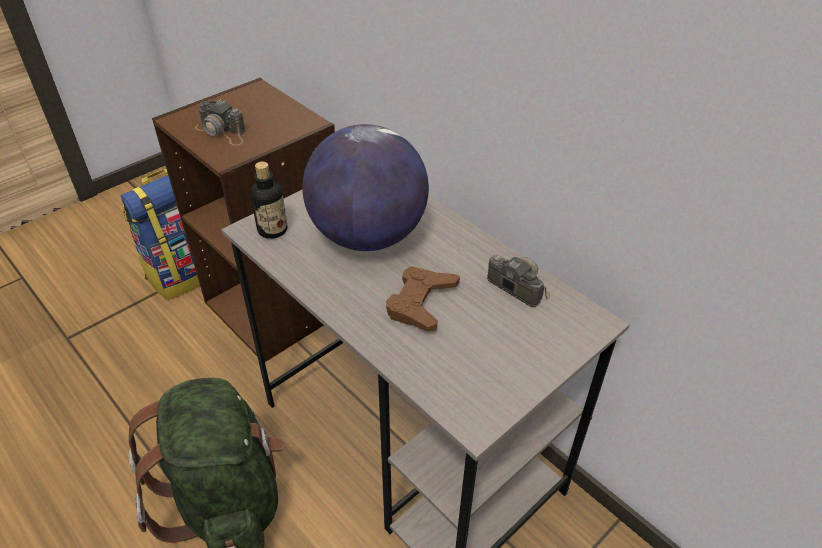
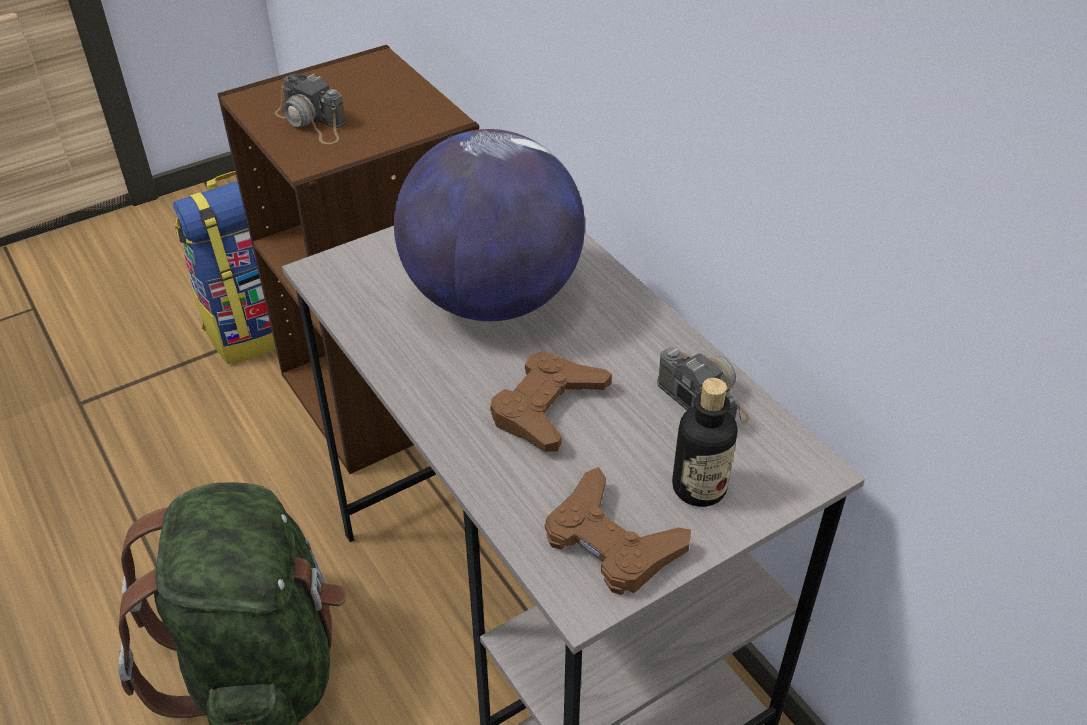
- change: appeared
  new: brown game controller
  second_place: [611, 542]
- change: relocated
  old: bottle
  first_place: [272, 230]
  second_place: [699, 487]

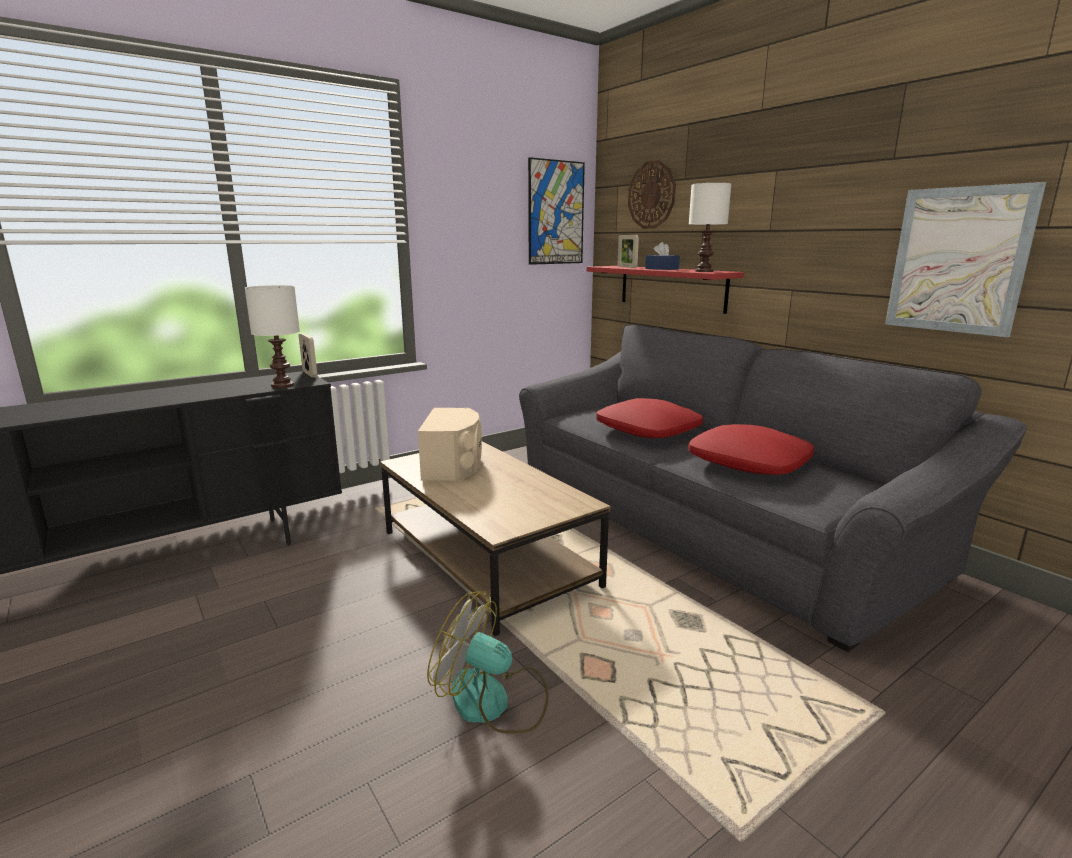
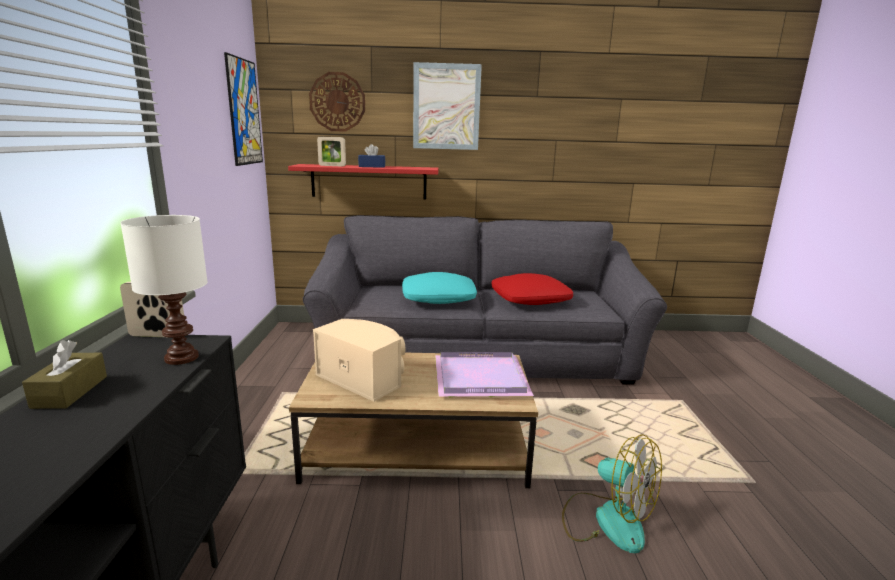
- change: appeared
  new: brown tissue box
  second_place: [70, 391]
- change: colour
  old: red pillow
  new: turquoise pillow
  first_place: [648, 430]
  second_place: [438, 297]
- change: relocated
  old: picture
  first_place: [958, 260]
  second_place: [446, 107]
- change: appeared
  new: purple tray
  second_place: [481, 377]
- change: spun
  old: fan
  first_place: [493, 702]
  second_place: [607, 520]
  degrees: -105
- change: missing
  old: white table lamp
  first_place: [703, 271]

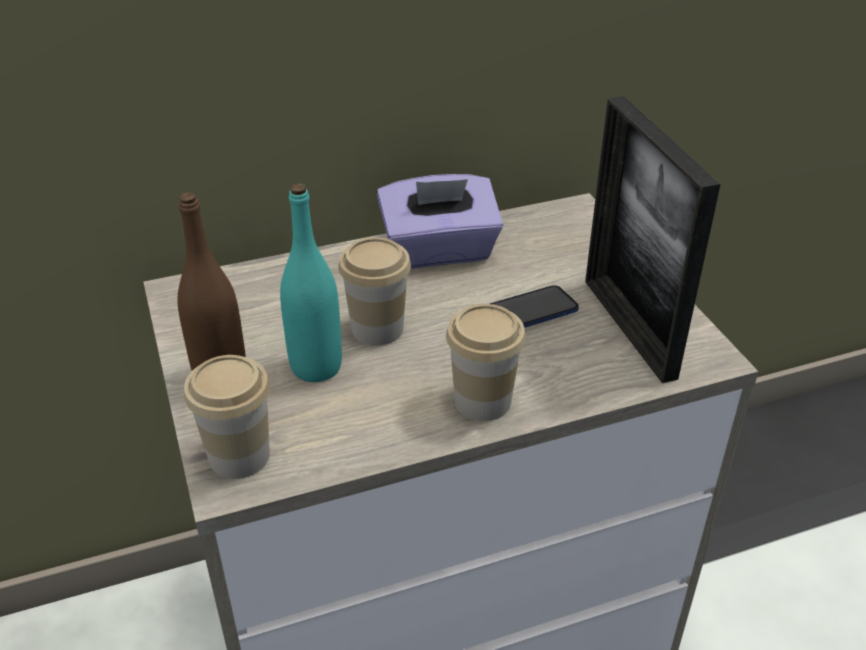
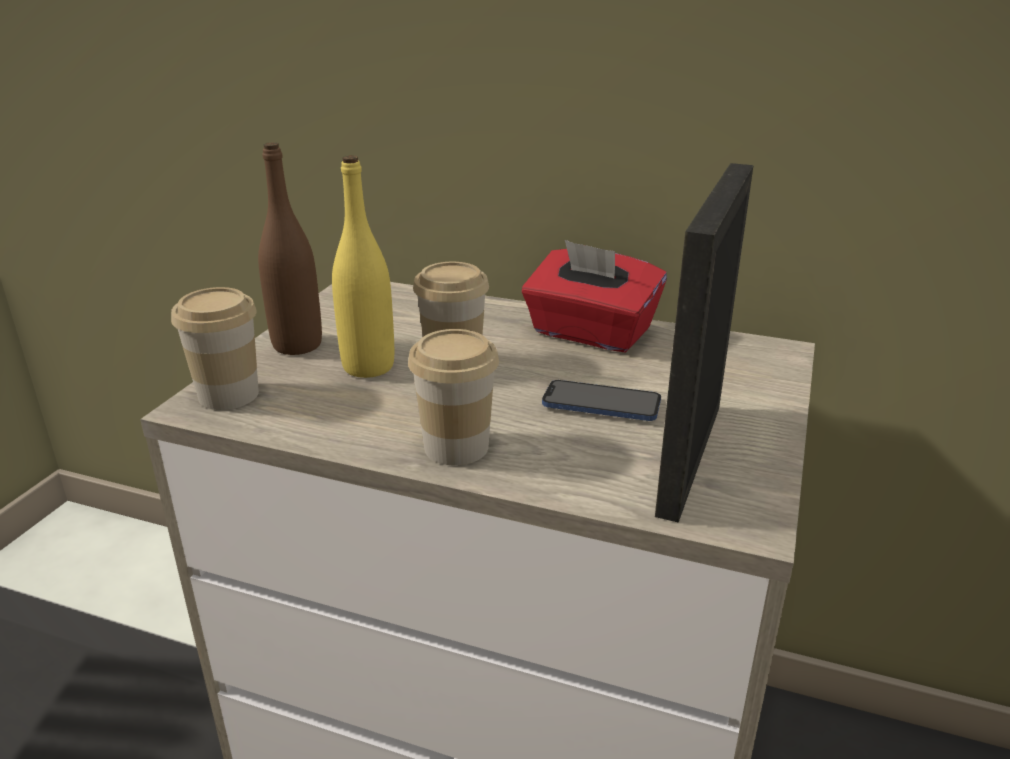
- change: colour
  old: turquoise bottle
  new: yellow bottle
  first_place: [316, 367]
  second_place: [368, 366]
- change: colour
  old: purple tissue box
  new: red tissue box
  first_place: [439, 251]
  second_place: [590, 333]

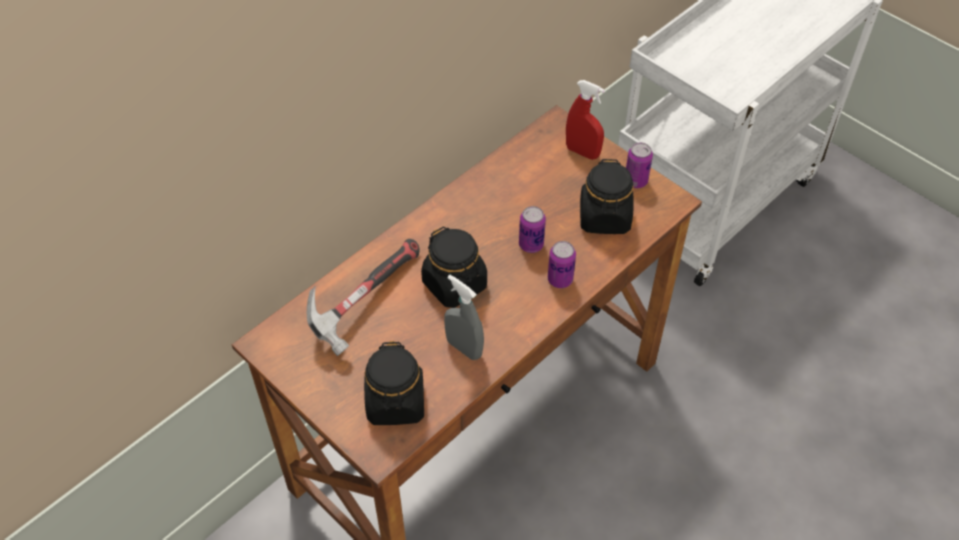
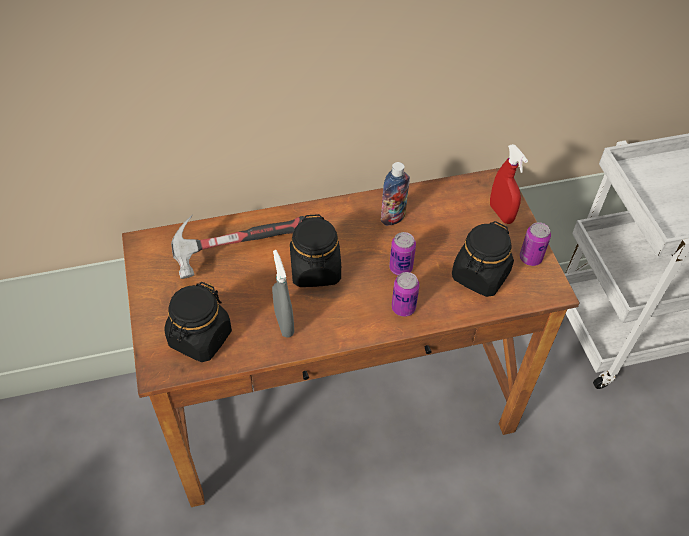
- change: appeared
  new: bottle
  second_place: [393, 217]

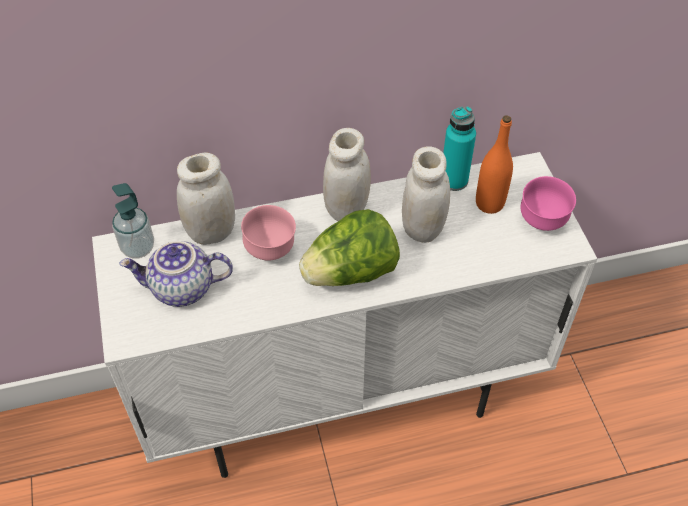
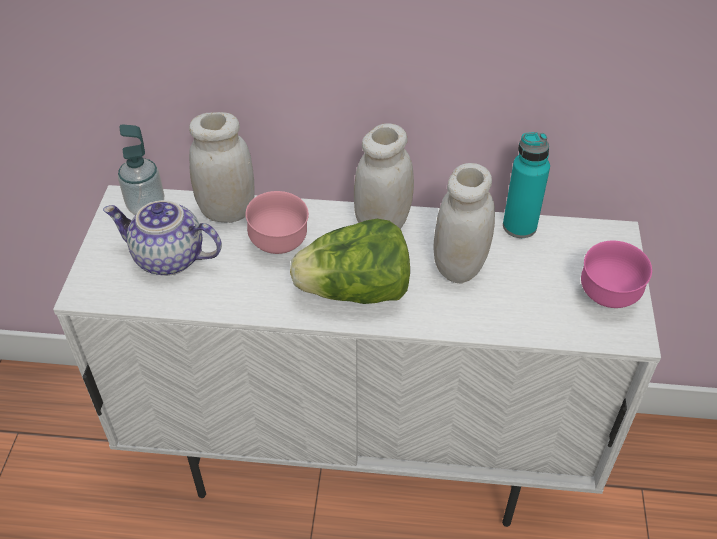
- change: missing
  old: orange bottle
  first_place: [489, 203]

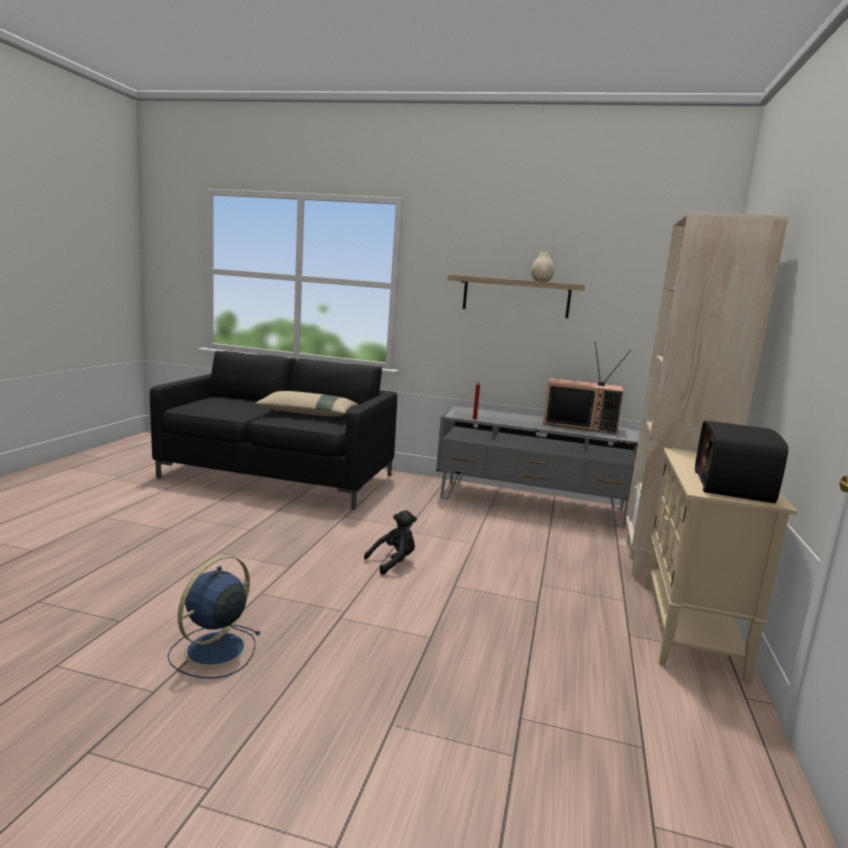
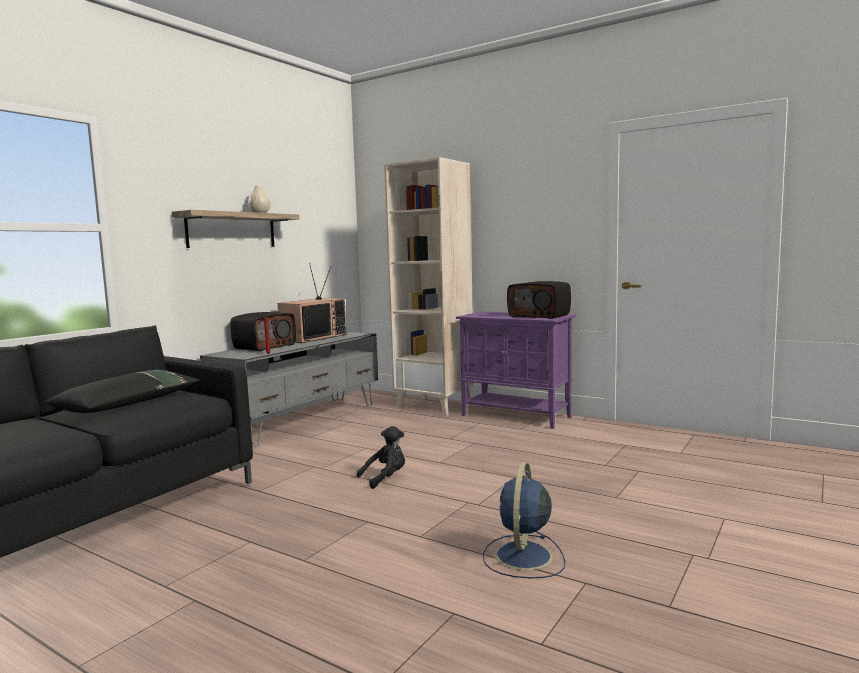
- change: colour
  old: beige pillow
  new: black pillow
  first_place: [307, 414]
  second_place: [129, 404]
- change: appeared
  new: radio
  second_place: [264, 346]
- change: spun
  old: black plush toy
  first_place: [393, 562]
  second_place: [385, 478]
  degrees: 75
- change: colour
  old: beige cabinet
  new: purple cabinet
  first_place: [690, 629]
  second_place: [517, 416]
- change: spun
  old: blue fan
  first_place: [213, 651]
  second_place: [523, 557]
  degrees: 60

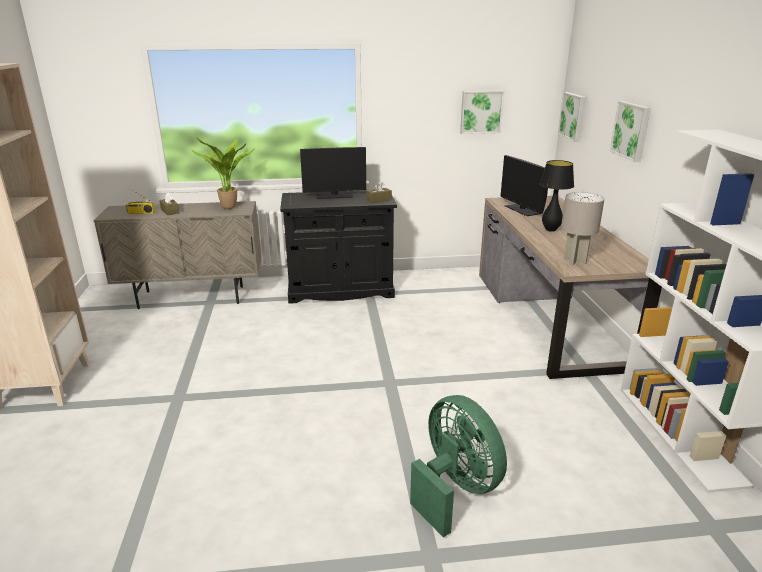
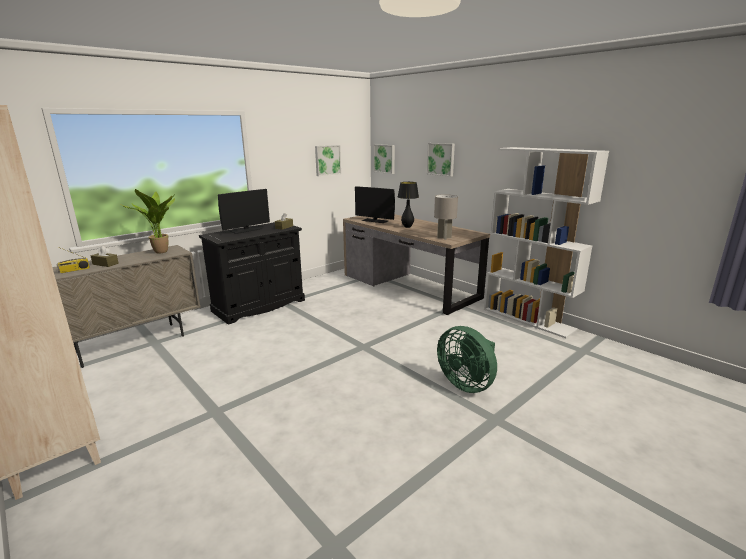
- change: spun
  old: green fan
  first_place: [455, 489]
  second_place: [467, 383]
  degrees: -150

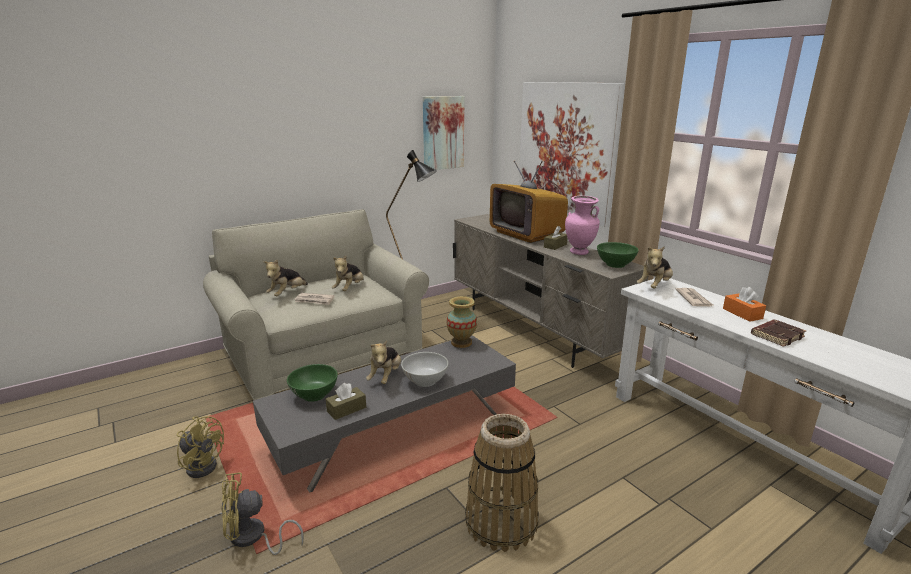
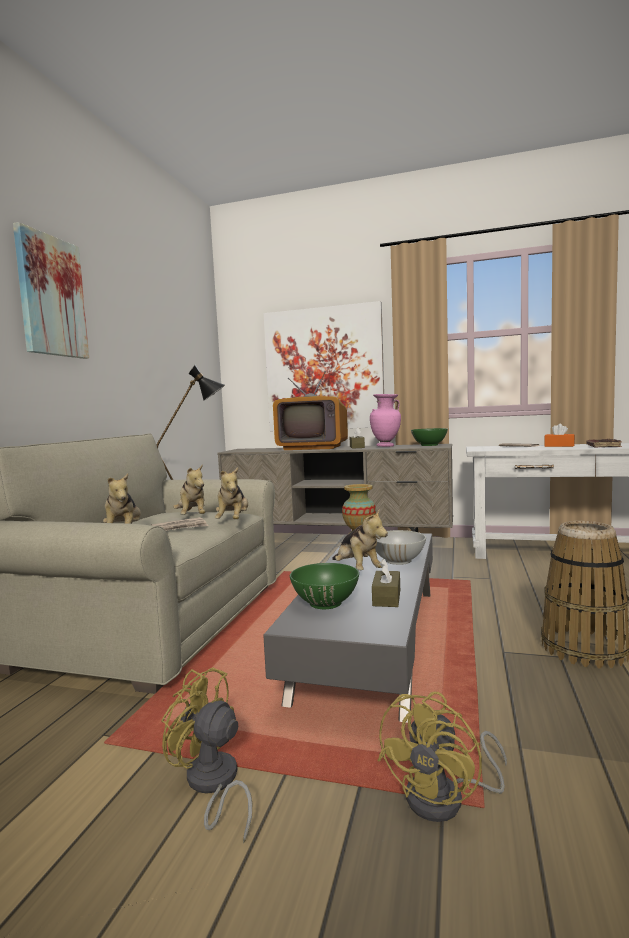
- change: relocated
  old: picture
  first_place: [443, 133]
  second_place: [51, 296]
- change: spun
  old: yellow fan
  first_place: [203, 464]
  second_place: [212, 785]
  degrees: -135
- change: relocated
  old: plush toy
  first_place: [654, 286]
  second_place: [233, 521]

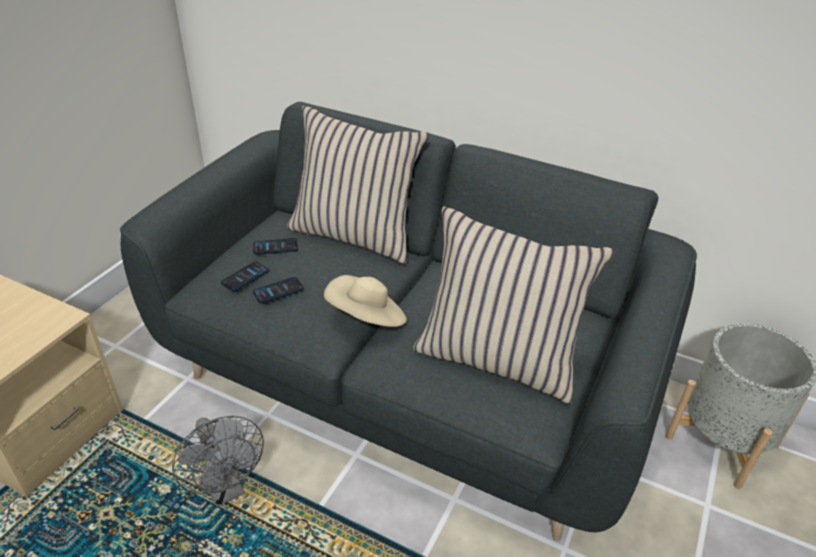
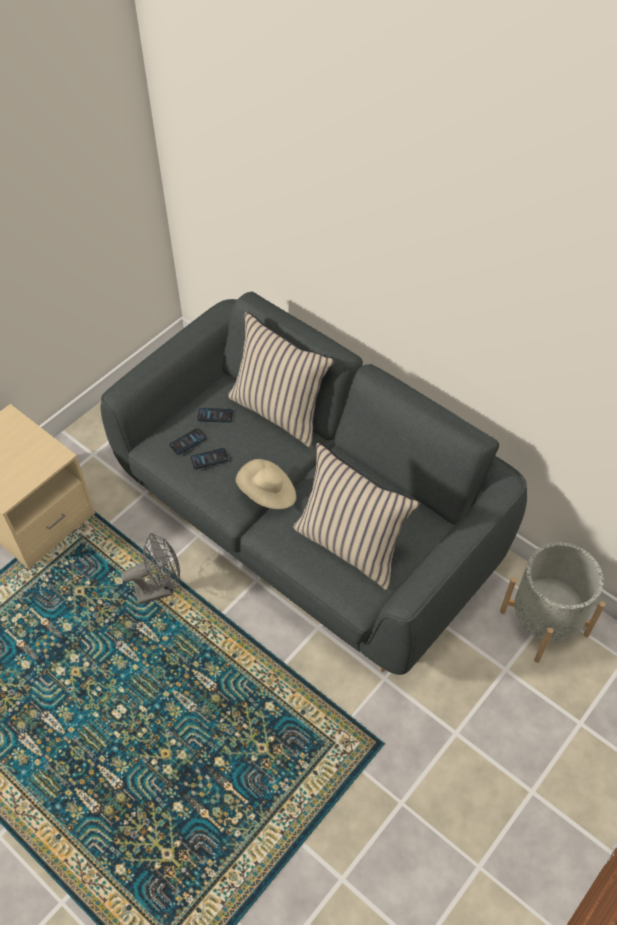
- change: spun
  old: grey fan
  first_place: [226, 489]
  second_place: [160, 589]
  degrees: -90

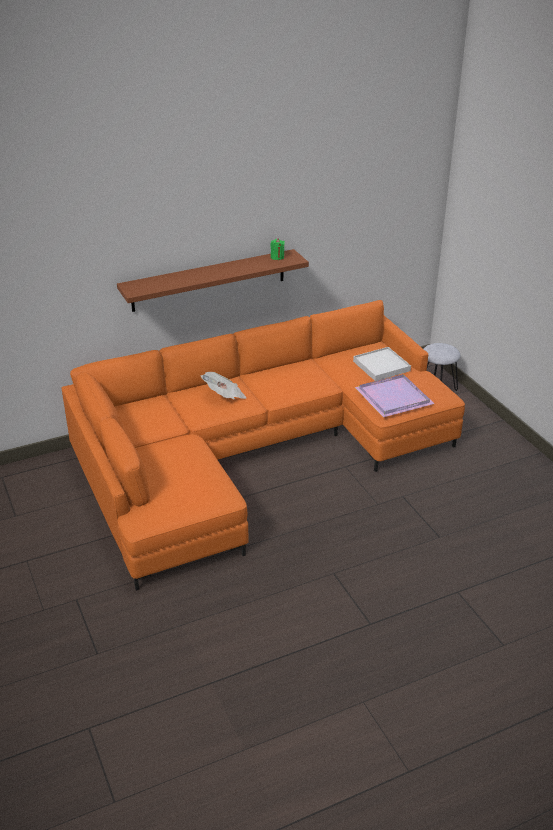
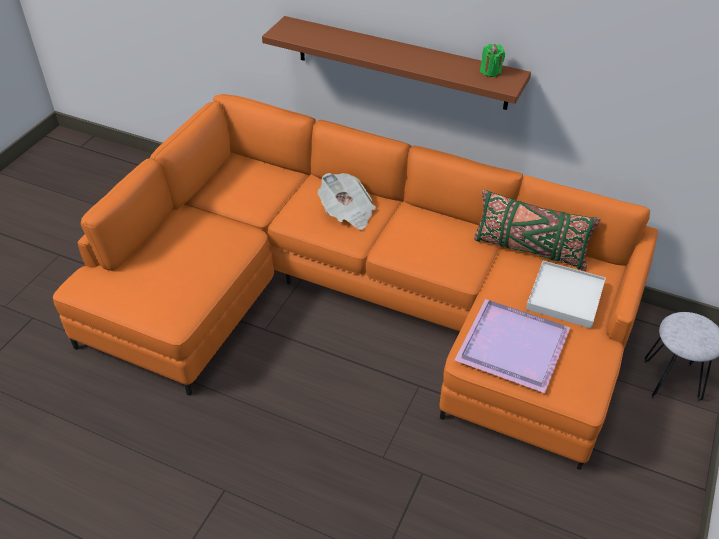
- change: appeared
  new: green pillow
  second_place: [529, 249]

